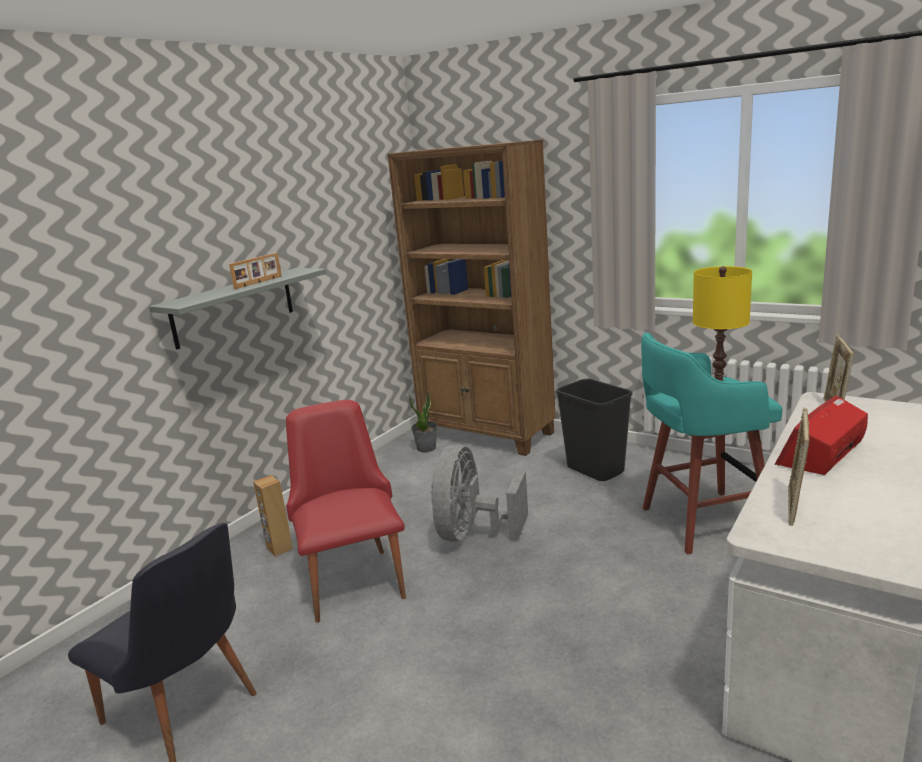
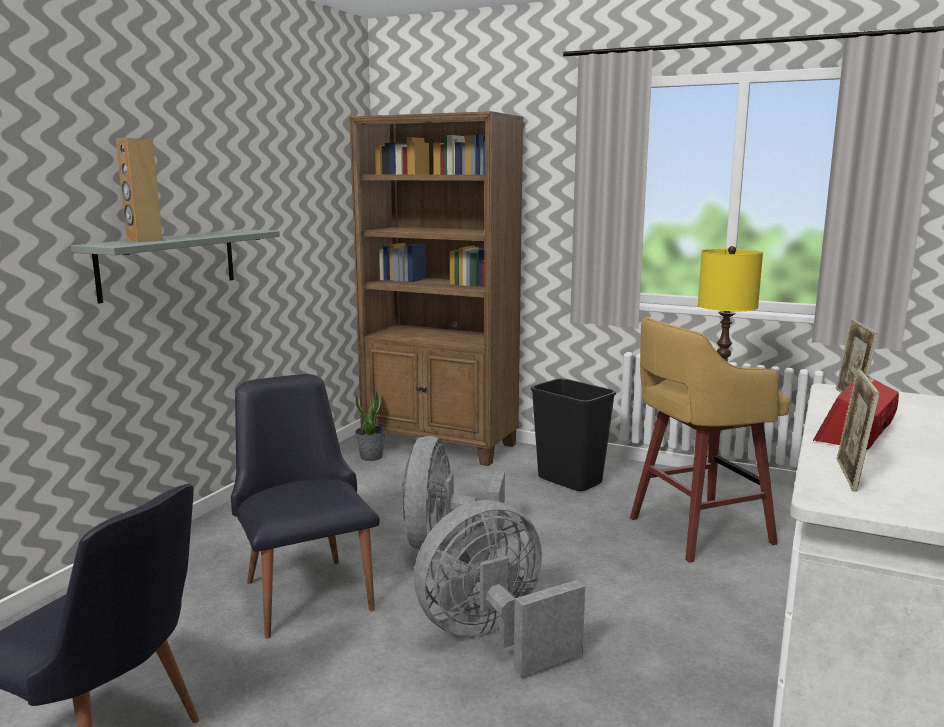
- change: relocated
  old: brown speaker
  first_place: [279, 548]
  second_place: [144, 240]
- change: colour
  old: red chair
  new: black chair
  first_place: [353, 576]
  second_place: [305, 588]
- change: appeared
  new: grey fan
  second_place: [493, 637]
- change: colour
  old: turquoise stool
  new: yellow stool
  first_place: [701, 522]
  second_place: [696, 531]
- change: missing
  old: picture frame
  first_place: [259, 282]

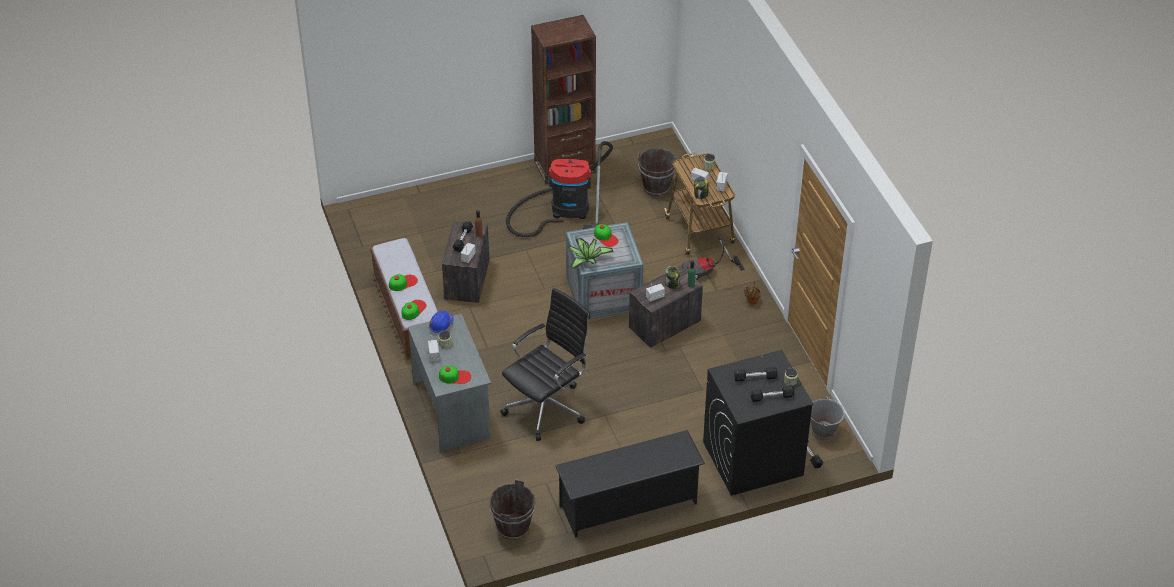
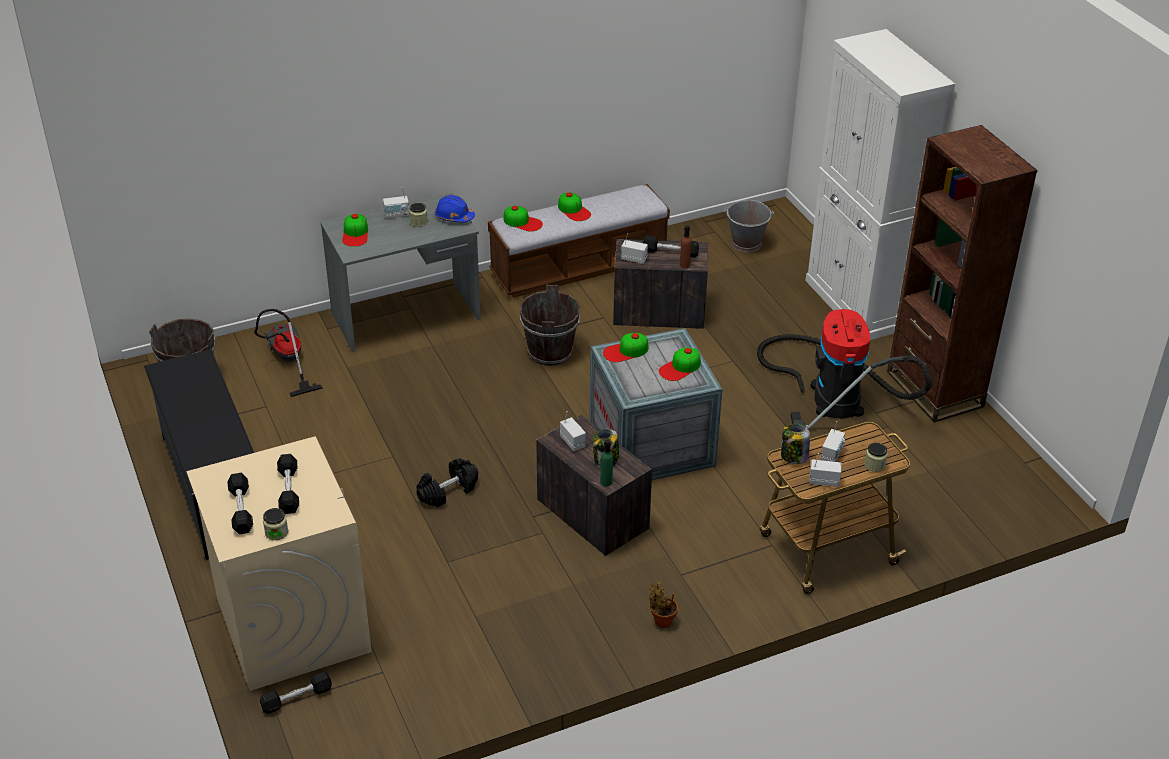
- change: colour
  old: black washing machine
  new: beige washing machine
  first_place: [752, 459]
  second_place: [292, 624]
- change: relocated
  old: vacuum cleaner
  first_place: [708, 273]
  second_place: [287, 361]
- change: appeared
  new: black dumbbell
  second_place: [448, 491]
- change: relocated
  old: brown bucket
  first_place: [656, 187]
  second_place: [549, 352]
- change: exchanged
  old: potted plant
  new: cap
  first_place: [587, 259]
  second_place: [626, 351]
- change: relocated
  old: grey bucket
  first_place: [823, 431]
  second_place: [746, 244]
- change: appeared
  new: white cabinet
  second_place: [857, 304]
- change: missing
  old: black office chair
  first_place: [547, 407]

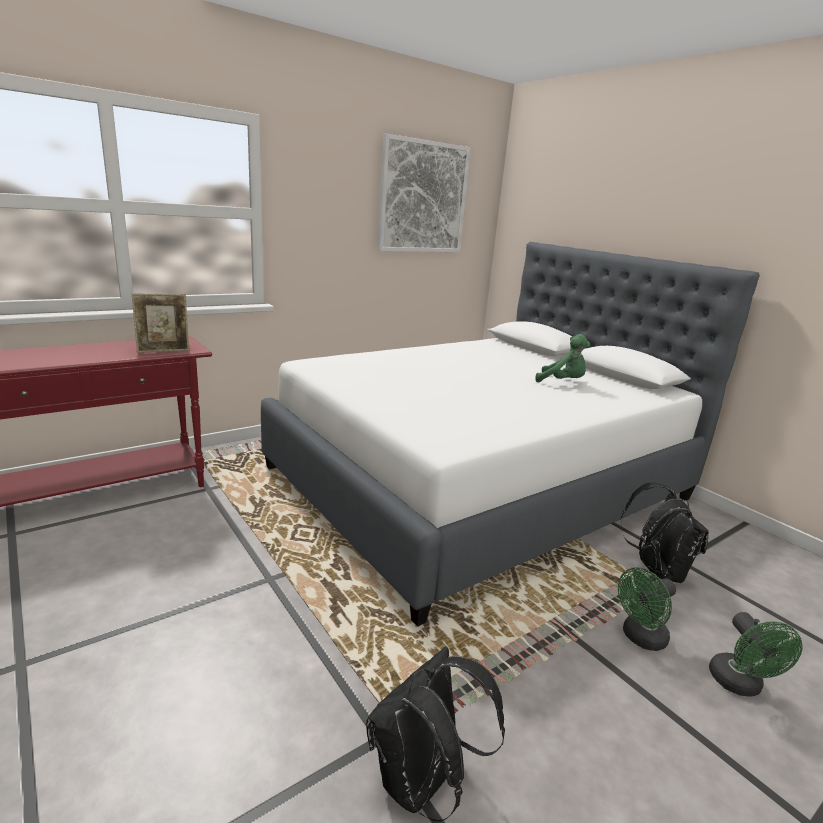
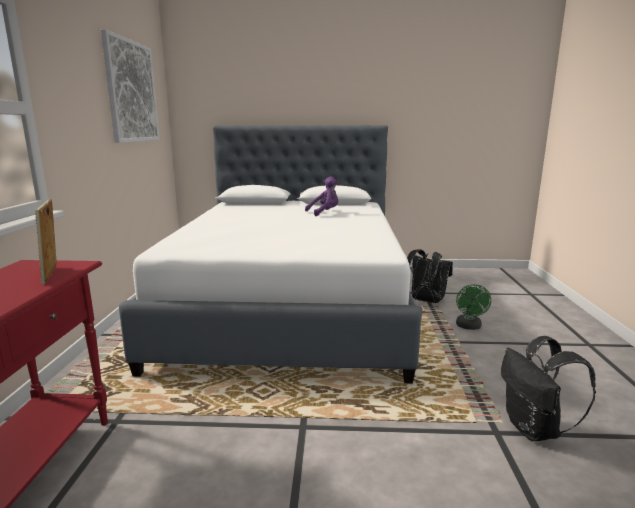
- change: spun
  old: picture frame
  first_place: [164, 351]
  second_place: [52, 275]
  degrees: 150
- change: colour
  old: green plush toy
  new: purple plush toy
  first_place: [562, 382]
  second_place: [324, 213]
- change: missing
  old: green fan
  first_place: [740, 685]

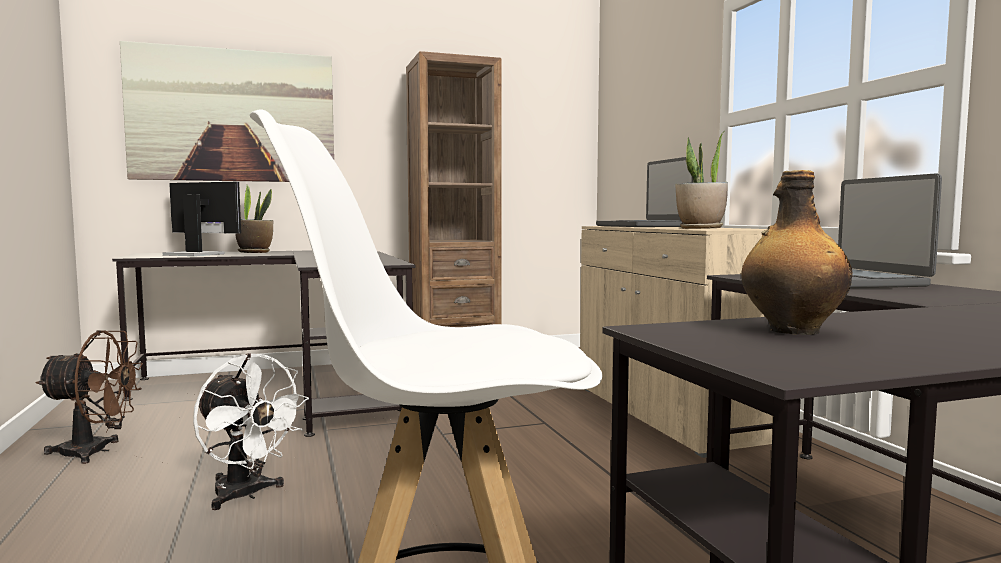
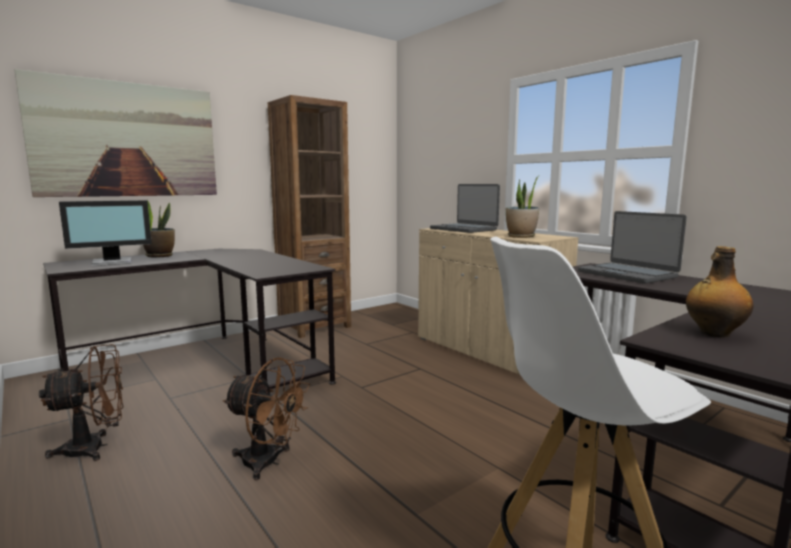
- change: spun
  old: monitor
  first_place: [195, 254]
  second_place: [113, 262]
  degrees: 150
- change: colour
  old: white fan
  new: brown fan
  first_place: [246, 495]
  second_place: [269, 462]

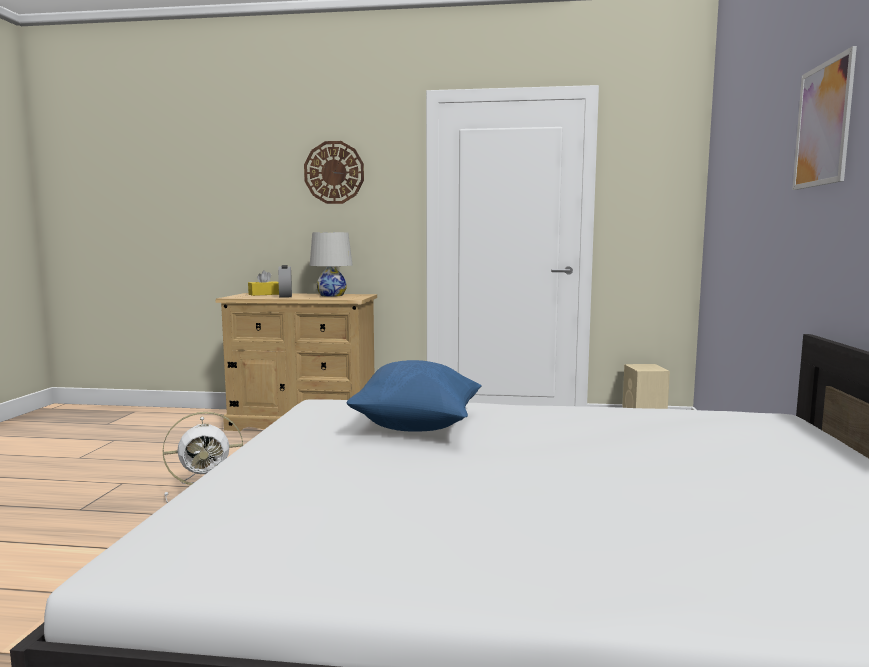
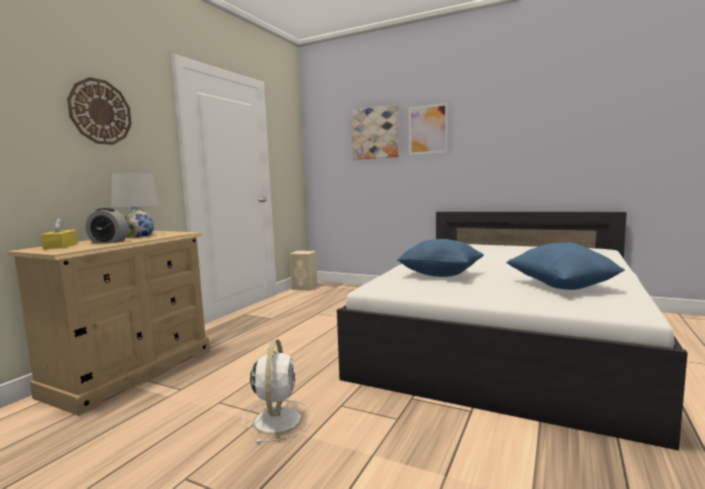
- change: appeared
  new: picture
  second_place: [375, 133]
- change: appeared
  new: blue pillow
  second_place: [561, 286]

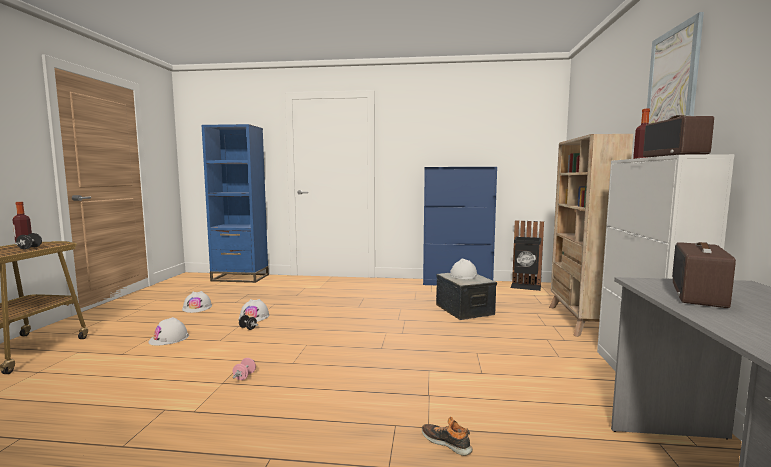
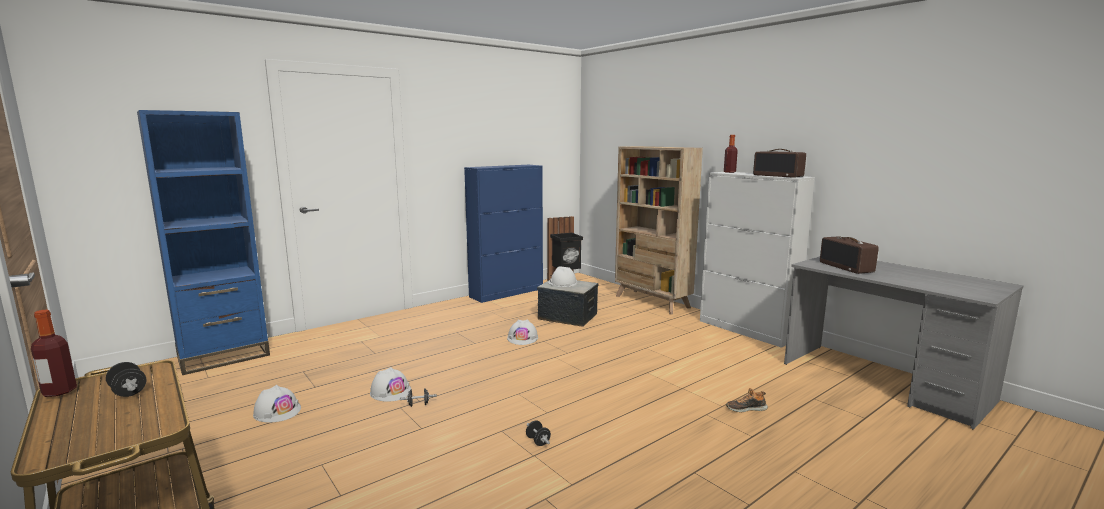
- change: relocated
  old: white hard hat
  first_place: [169, 338]
  second_place: [522, 338]
- change: colour
  old: pink dumbbell
  new: black dumbbell
  first_place: [244, 376]
  second_place: [538, 441]
- change: missing
  old: picture
  first_place: [672, 80]

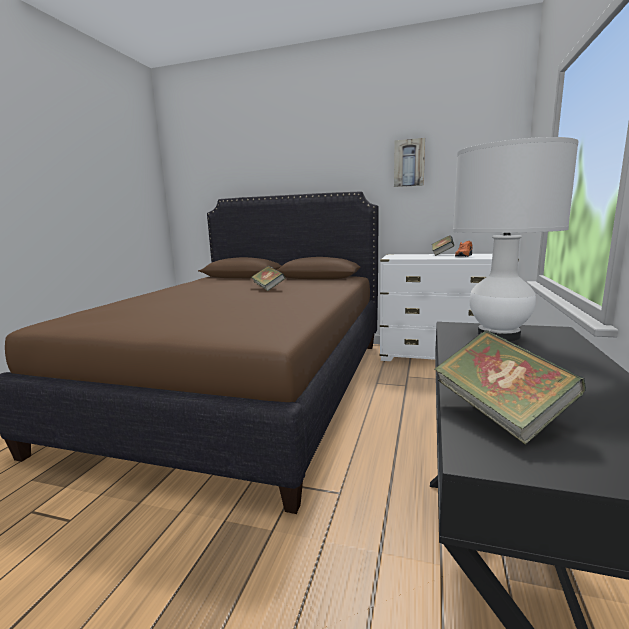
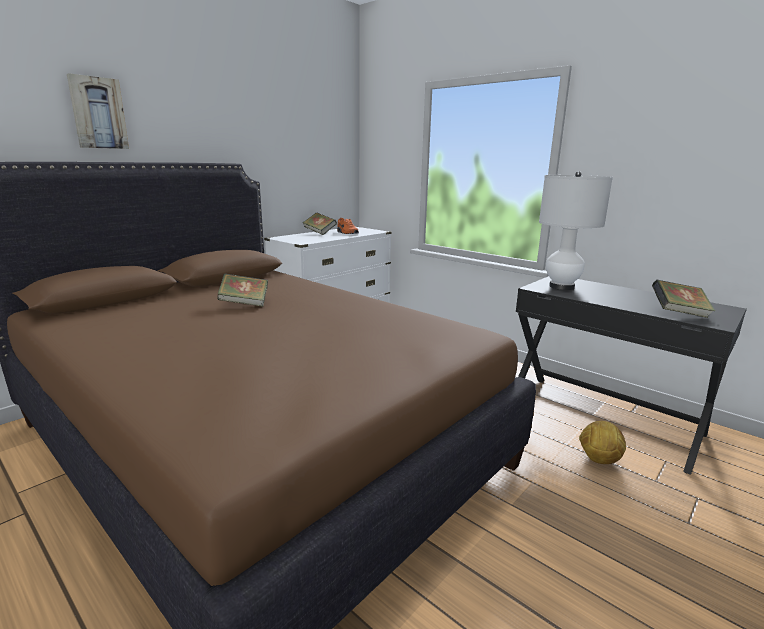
- change: relocated
  old: picture
  first_place: [409, 163]
  second_place: [98, 113]
- change: appeared
  new: football
  second_place: [598, 460]

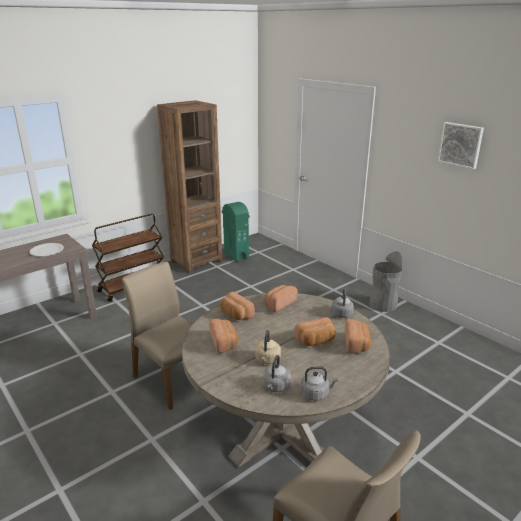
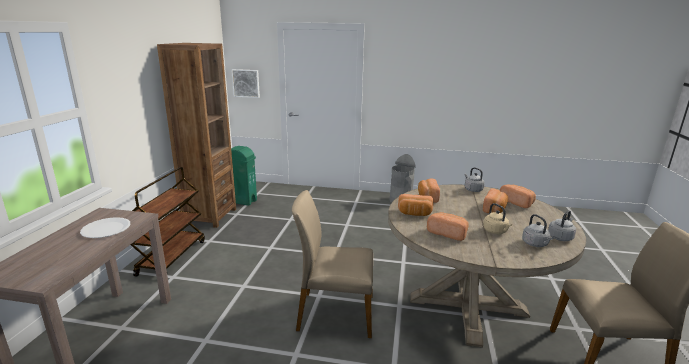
- change: relocated
  old: picture
  first_place: [461, 144]
  second_place: [246, 83]

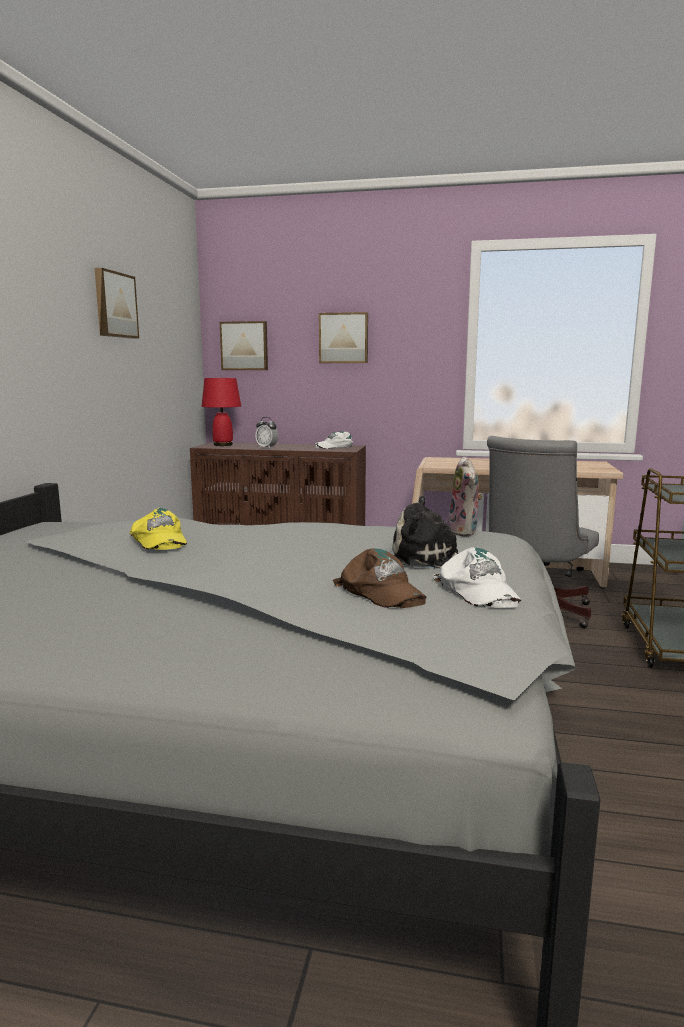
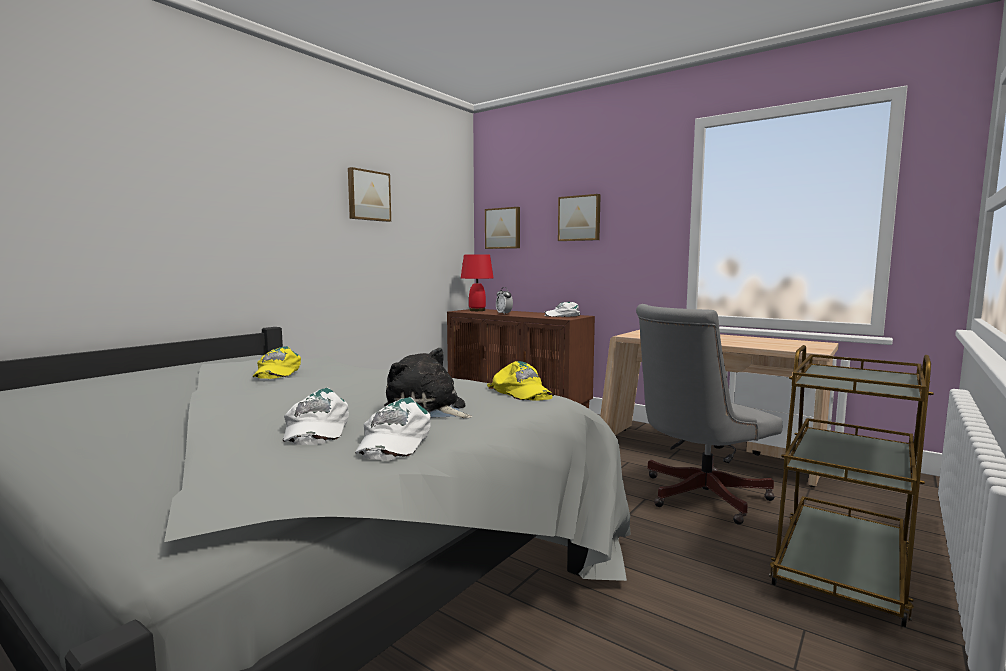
- change: colour
  old: brown cap
  new: white cap
  first_place: [381, 591]
  second_place: [315, 429]
- change: exchanged
  old: plush toy
  new: yellow cap
  first_place: [465, 532]
  second_place: [521, 392]

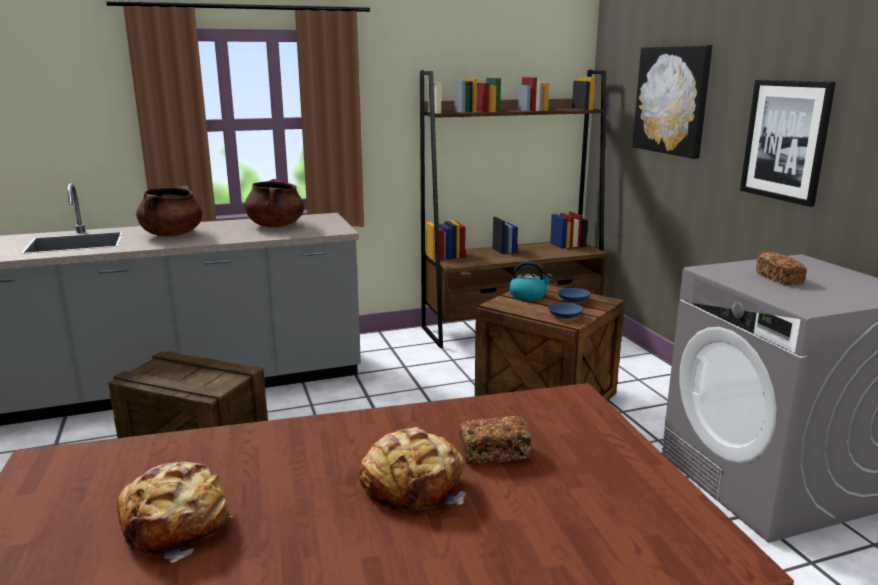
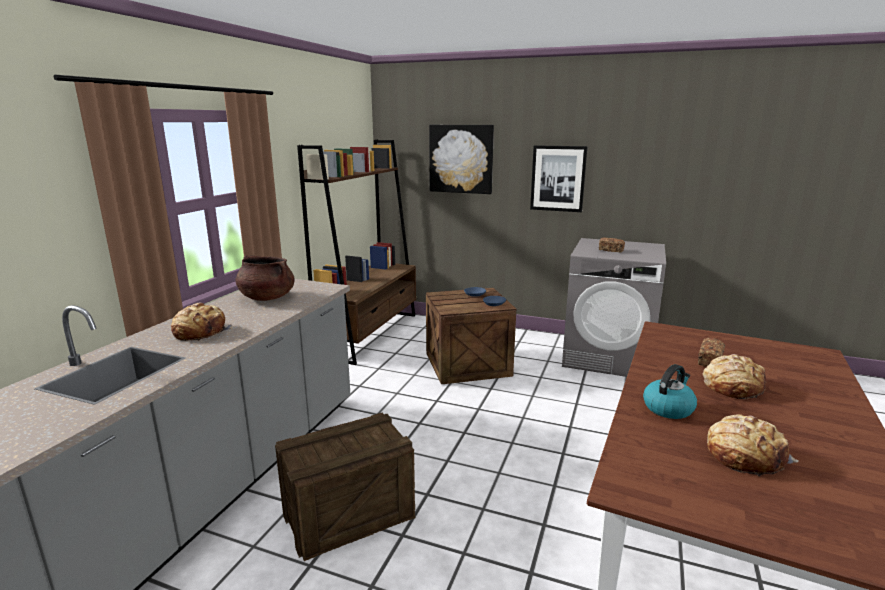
- change: exchanged
  old: brown cooking pot
  new: bread
  first_place: [172, 234]
  second_place: [201, 331]
- change: relocated
  old: kettle
  first_place: [528, 295]
  second_place: [668, 408]

